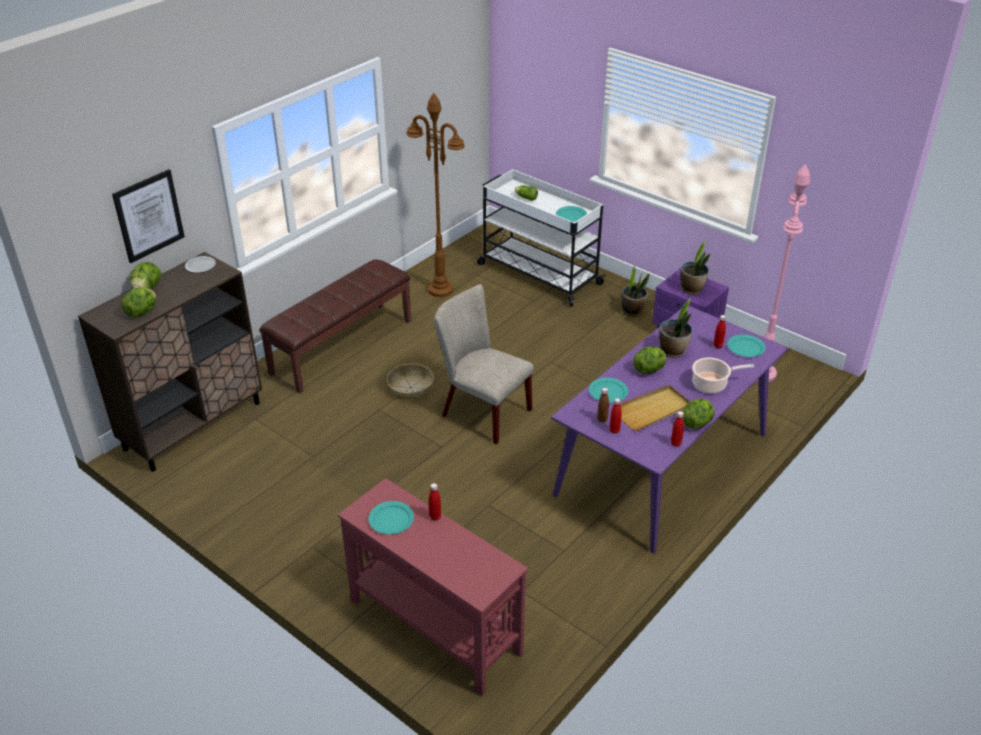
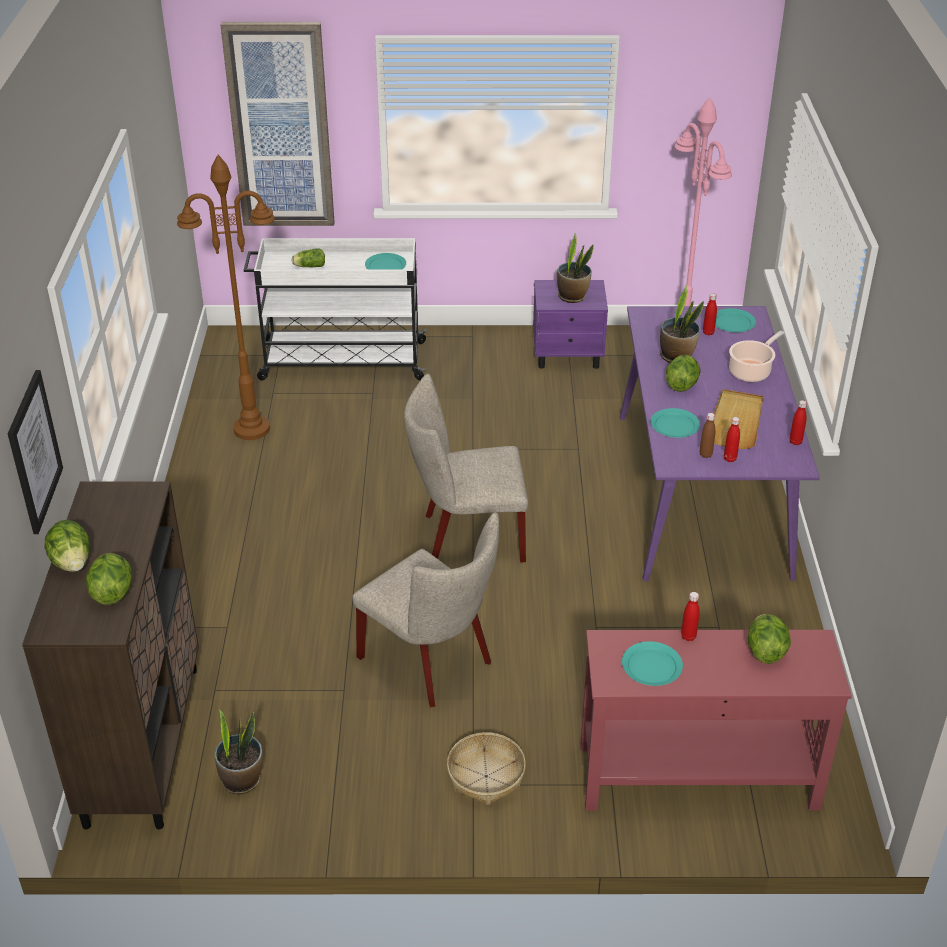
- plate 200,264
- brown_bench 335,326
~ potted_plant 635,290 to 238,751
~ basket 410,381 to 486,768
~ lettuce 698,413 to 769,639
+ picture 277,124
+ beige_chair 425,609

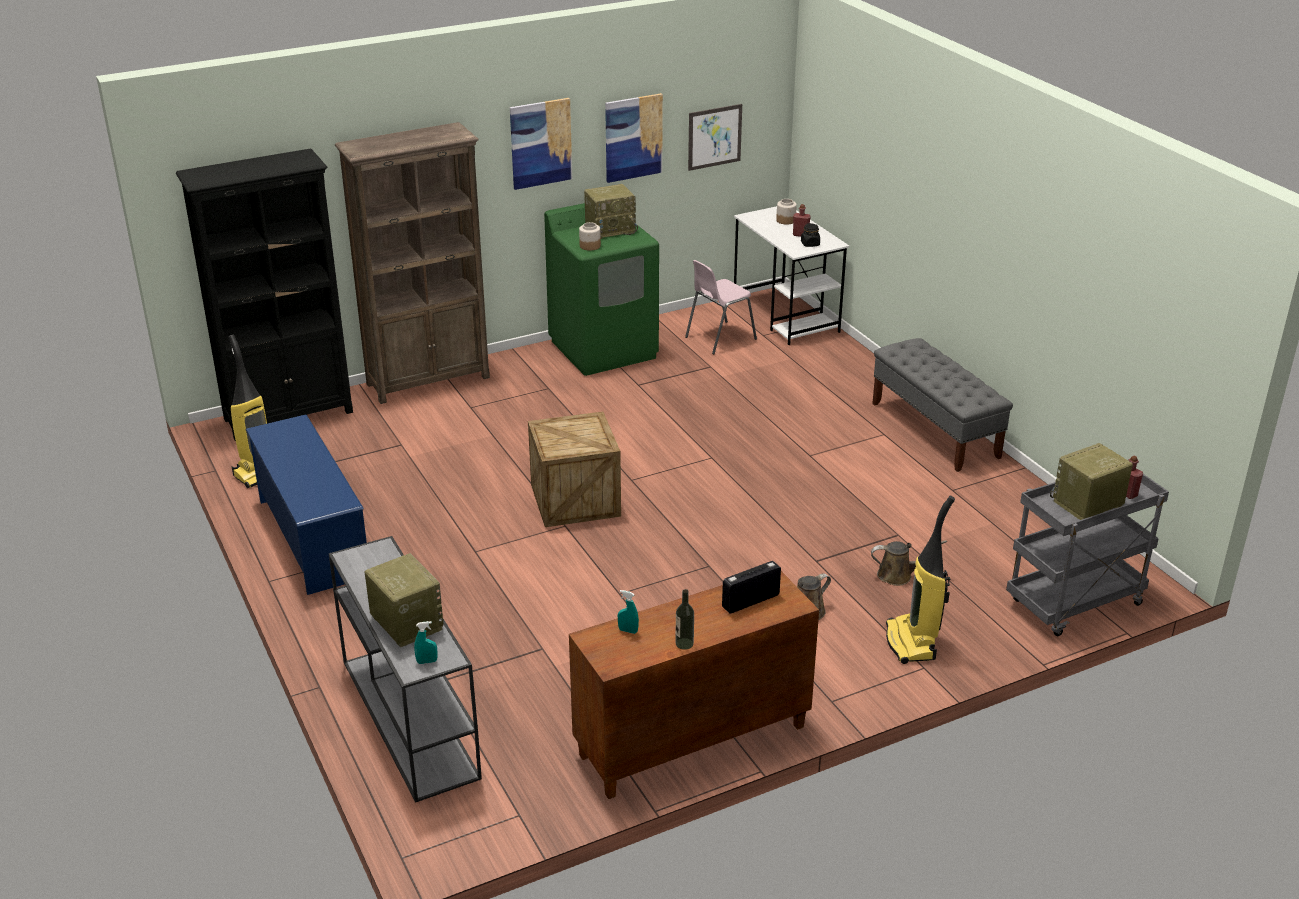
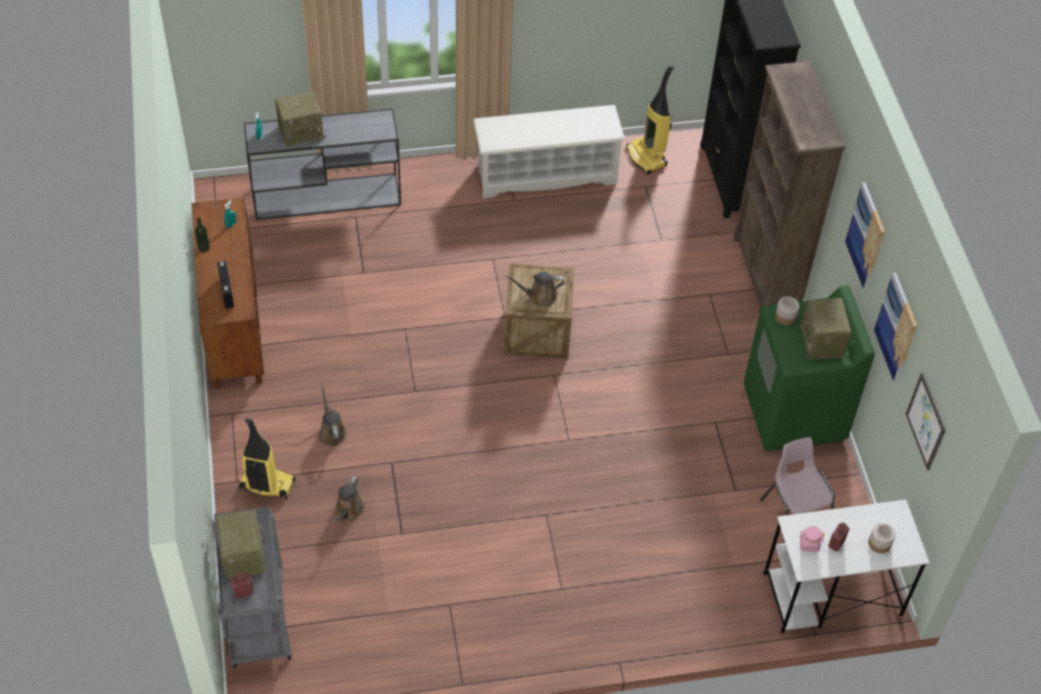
~ black_jar 810,235 to pink_jar 811,539
- grey_bench 942,405
~ blue_shoe_rack 306,505 to white_shoe_rack 549,152
+ brown_watering_can 535,289

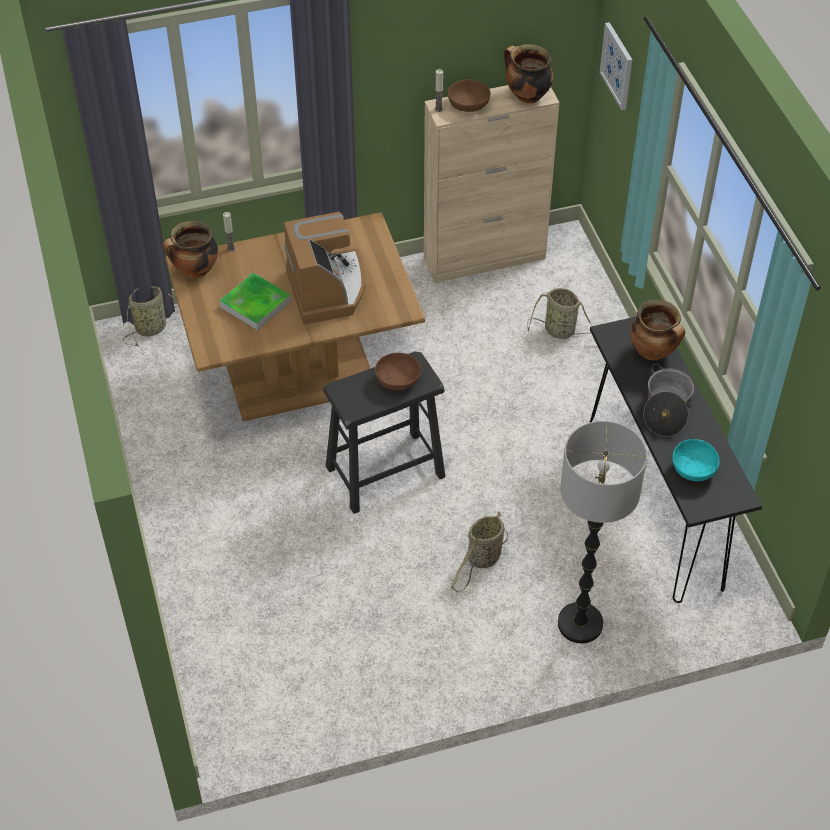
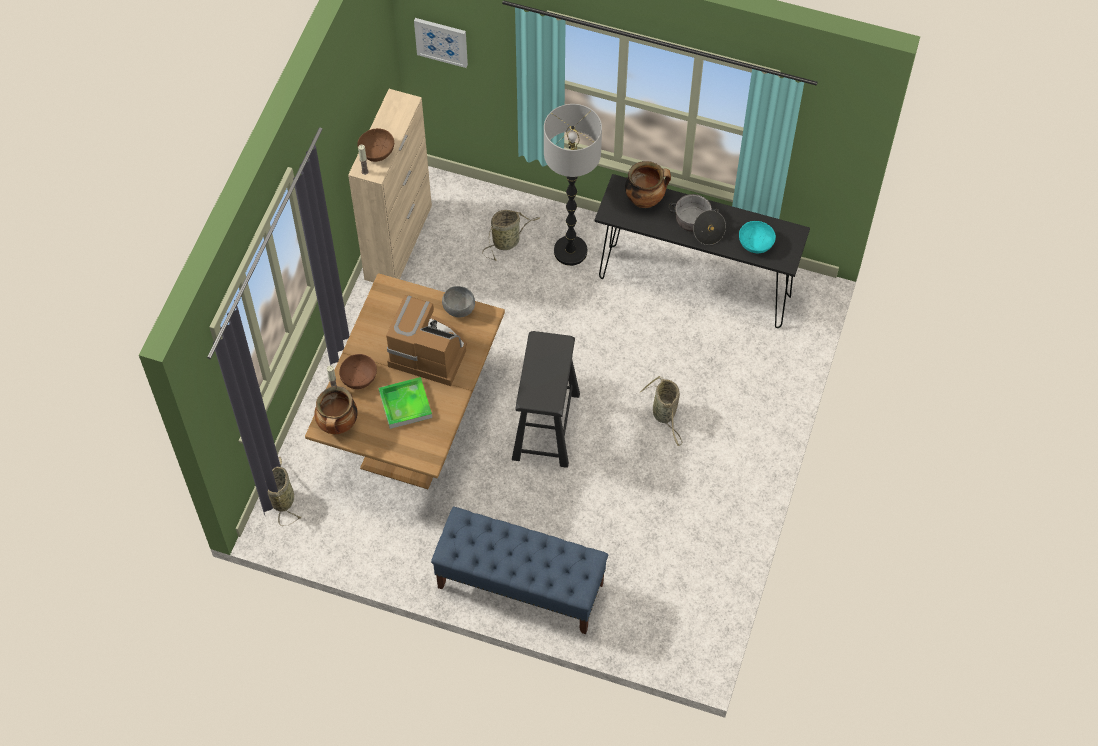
- cooking_pot 529,74
~ brown_bowl 398,372 to 358,371
~ floor_lamp 602,532 to 573,185
+ grey_bowl 458,301
+ blue_bench 519,570

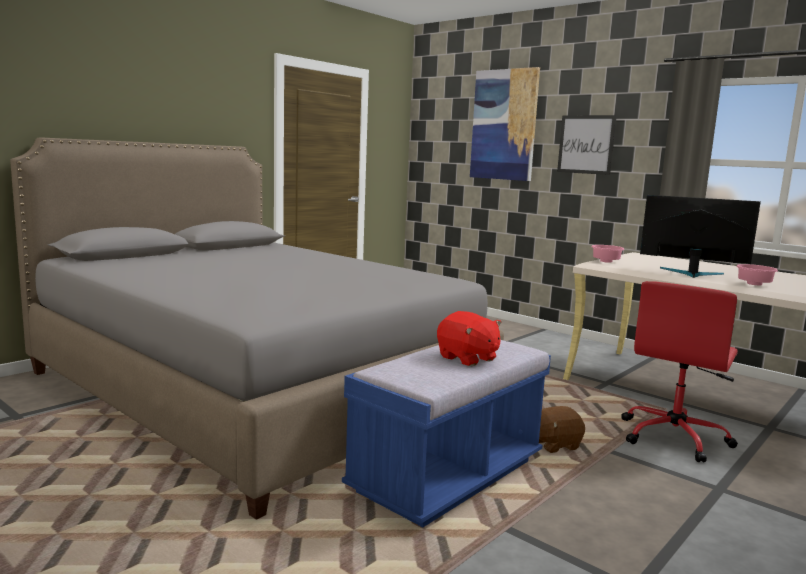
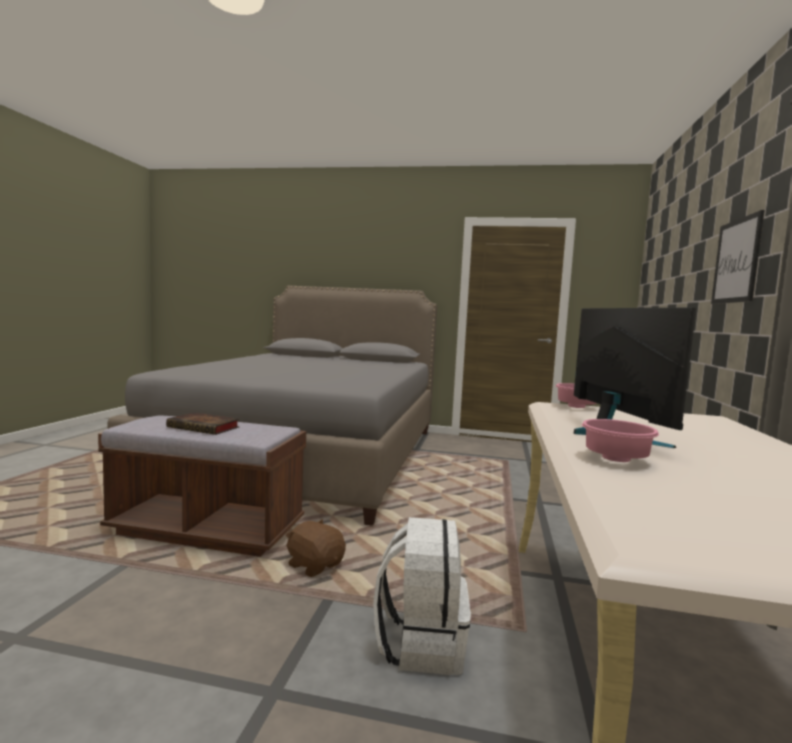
- picture 505,124
~ red_office_chair 679,371 to white_backpack 422,596
~ red_plush_toy 469,338 to book 203,423
~ blue_bench 446,433 to brown_bench 202,486

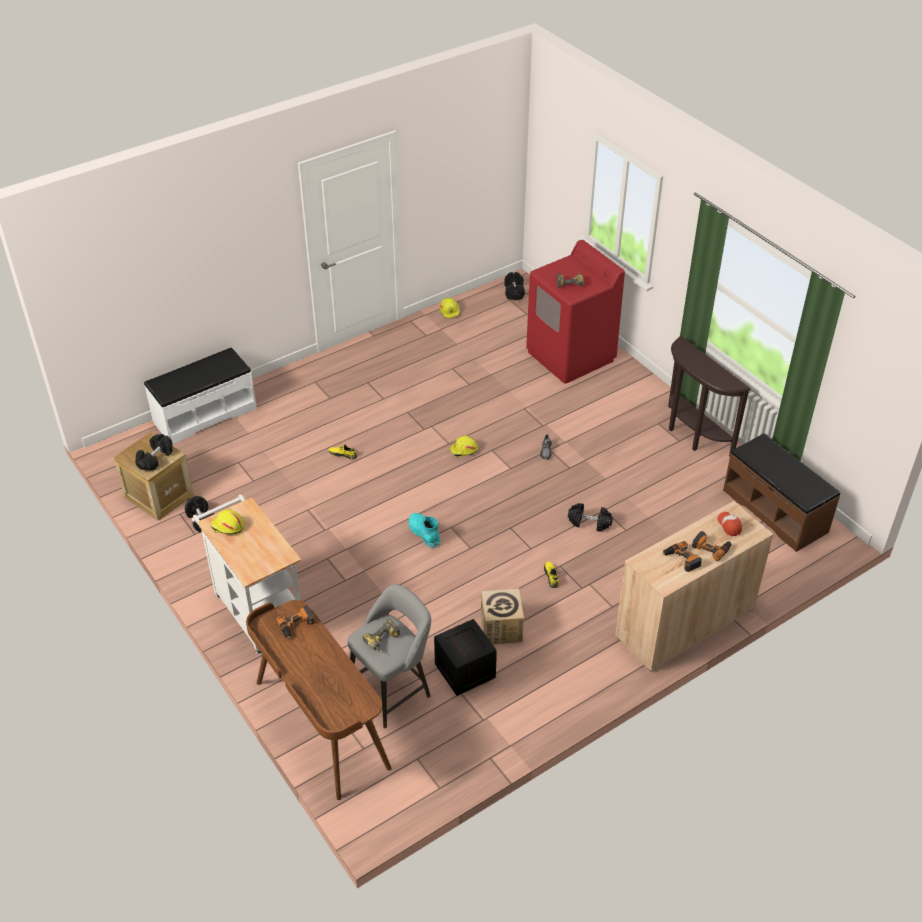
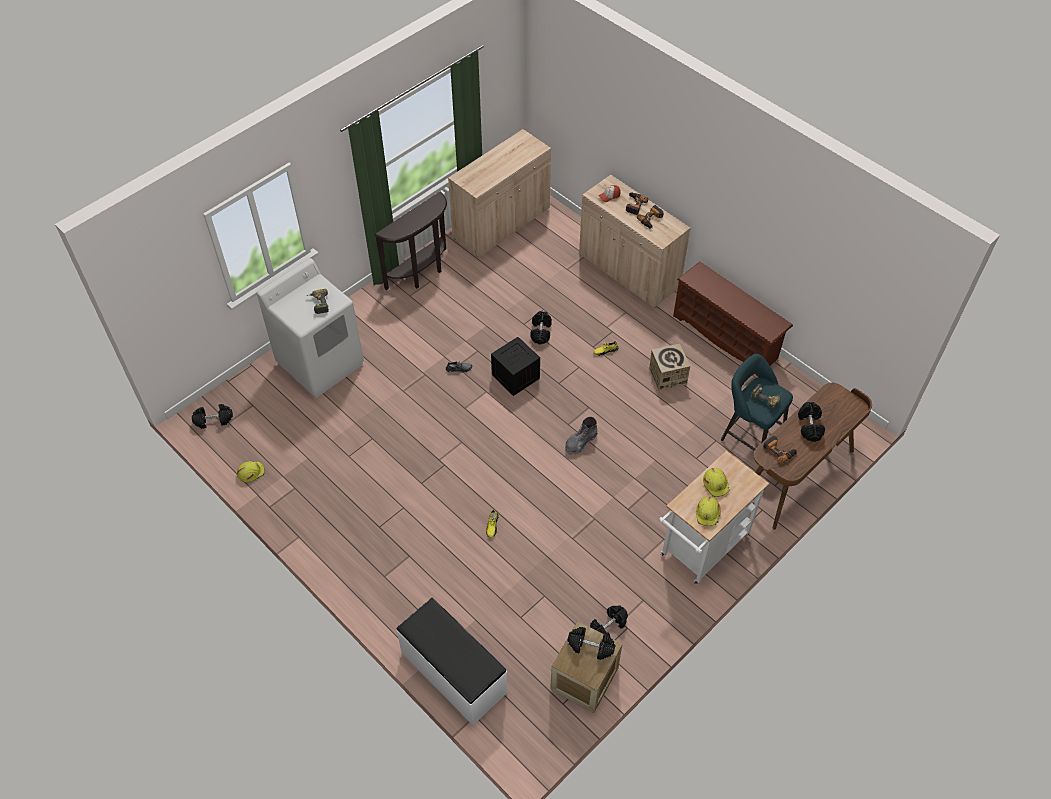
~ red_washing_machine 575,312 to white_washing_machine 310,328
~ brown_bench 781,492 to beige_cabinet 499,193
~ yellow_hard_hat 464,447 to 716,482
~ turquoise_boot 424,530 to grey_boot 581,436
~ grey_stool 389,656 to turquoise_stool 757,402
~ crate 465,657 to 515,366
+ brown_shoe_rack 733,319
+ black_dumbbell 811,422

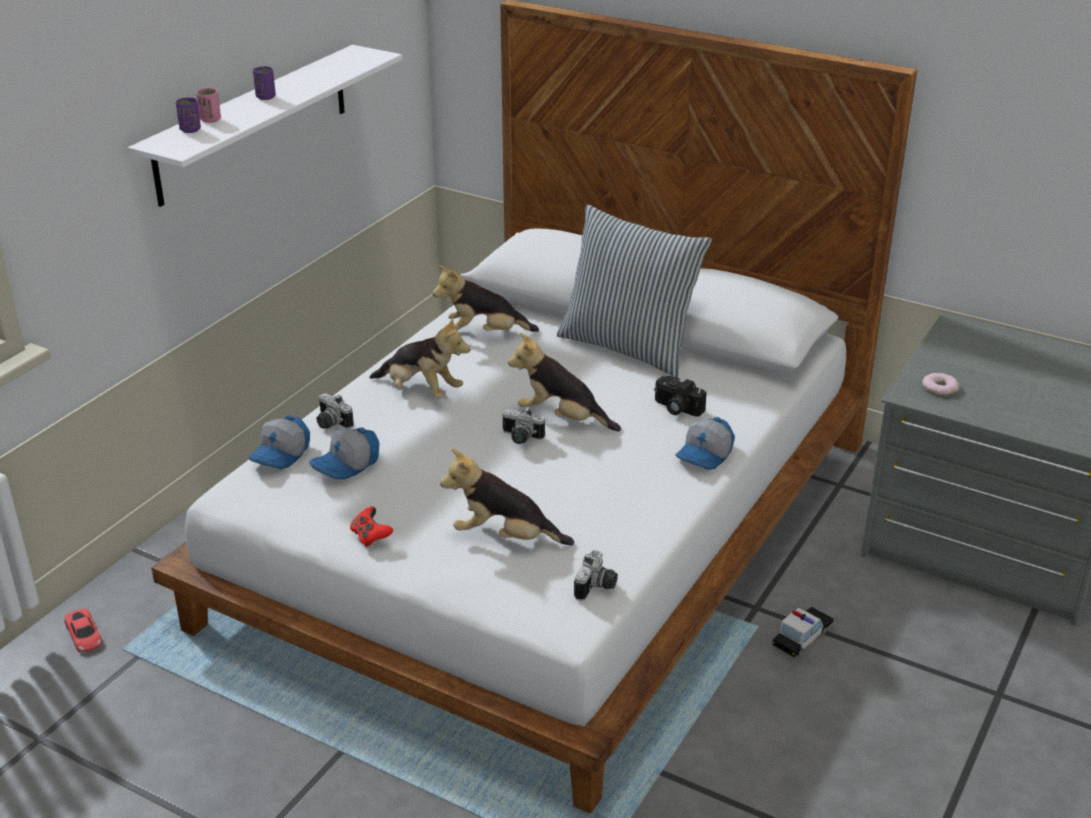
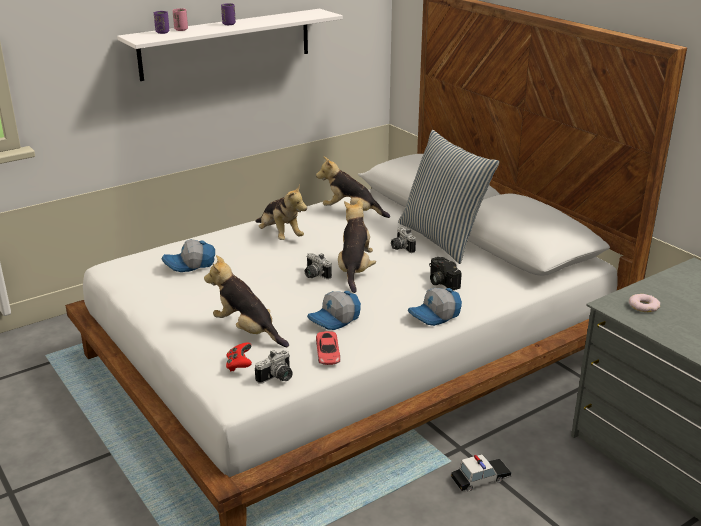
~ plush_toy 564,382 = 357,245 45 degrees clockwise
~ photo_camera 335,411 to 403,240
~ cap 279,442 to 334,310
~ red_game_controller 371,527 to 239,357
~ red_toy_car 83,630 to 328,348

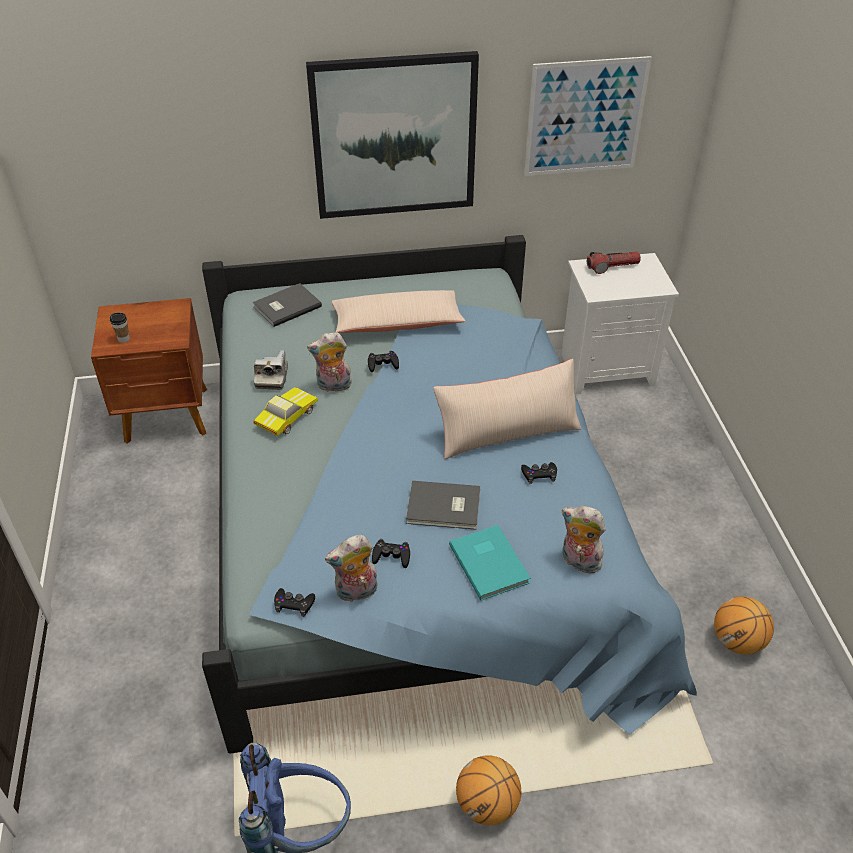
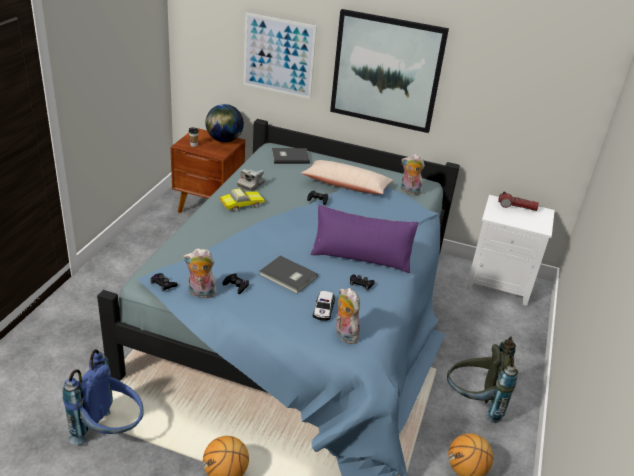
~ picture 588,116 to 280,56
~ plush_toy 329,362 to 413,174
~ beige_pillow 507,409 to purple_pillow 364,239
- turquoise_book 490,563
+ globe 225,123
+ toy_car 324,306
+ grey_backpack 482,380

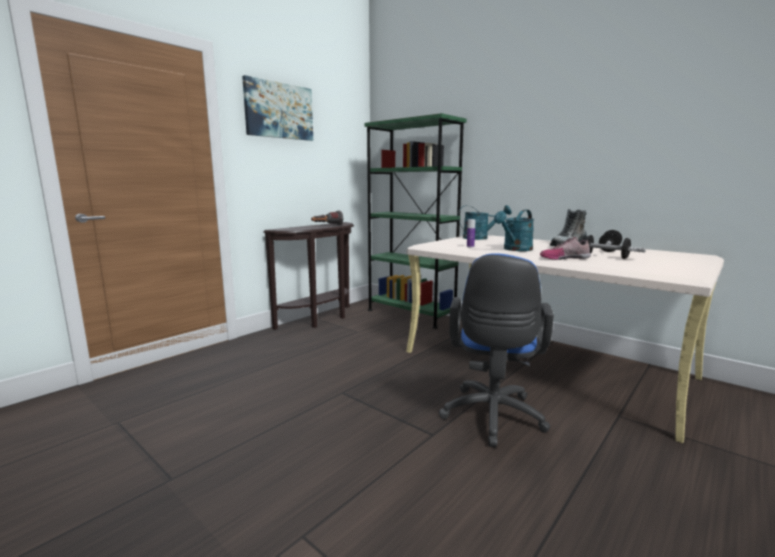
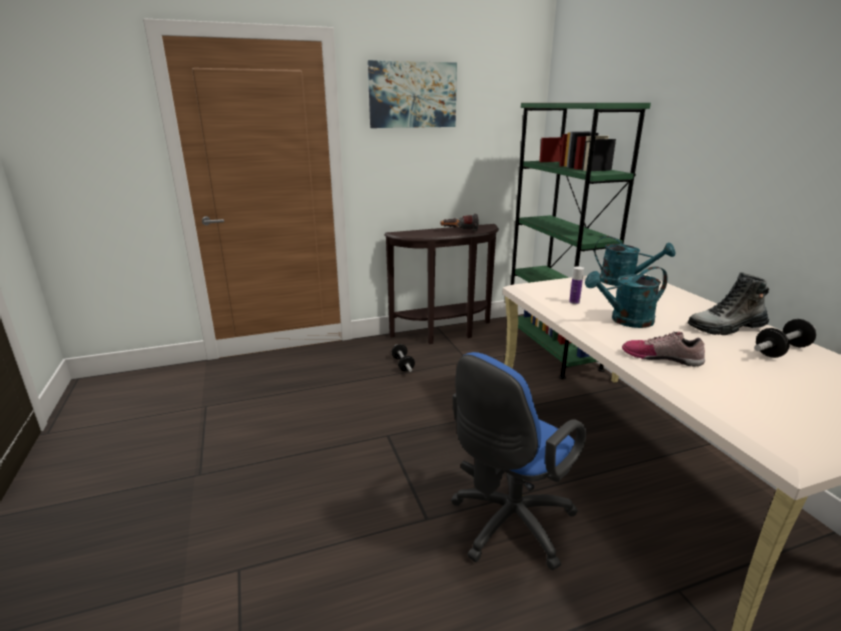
~ dumbbell 615,247 to 403,358

